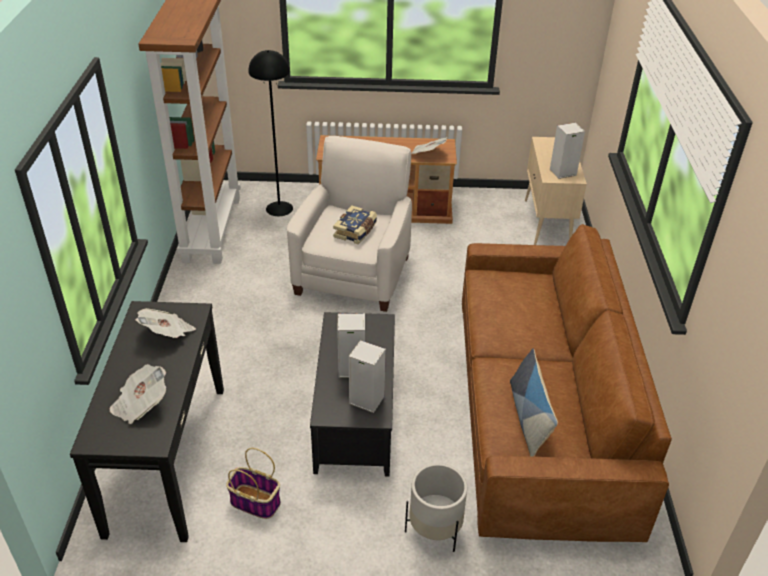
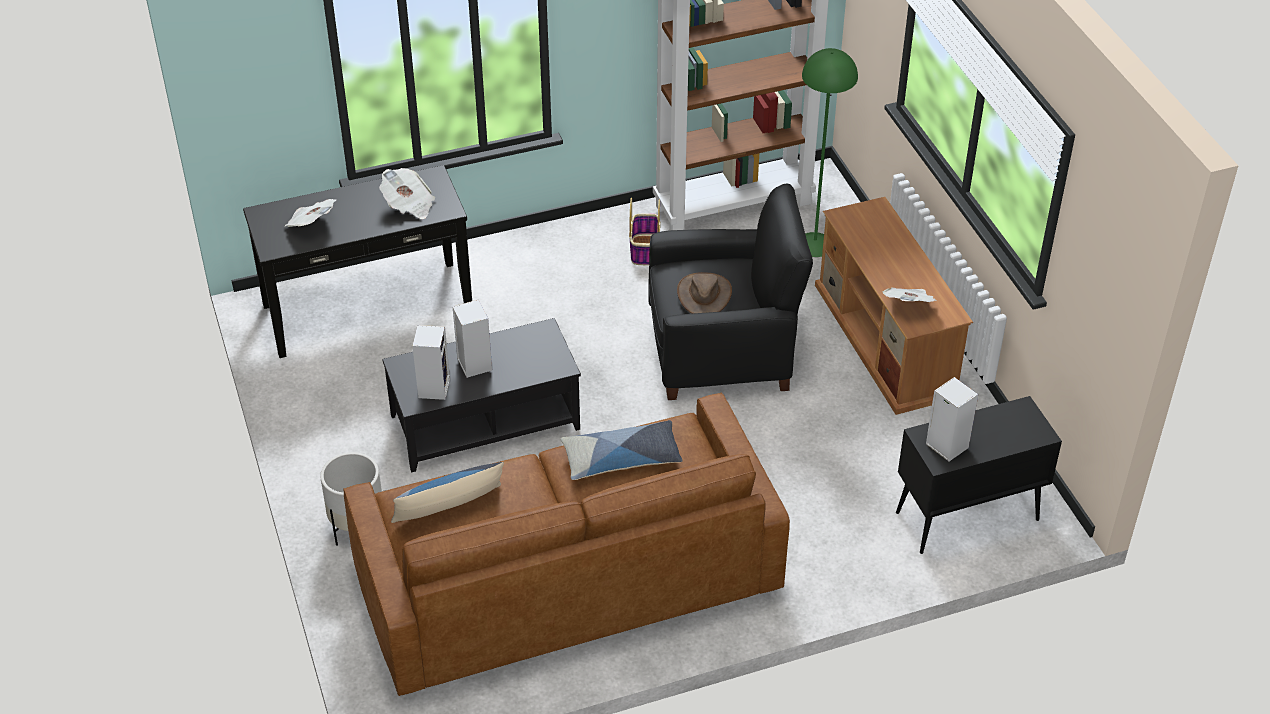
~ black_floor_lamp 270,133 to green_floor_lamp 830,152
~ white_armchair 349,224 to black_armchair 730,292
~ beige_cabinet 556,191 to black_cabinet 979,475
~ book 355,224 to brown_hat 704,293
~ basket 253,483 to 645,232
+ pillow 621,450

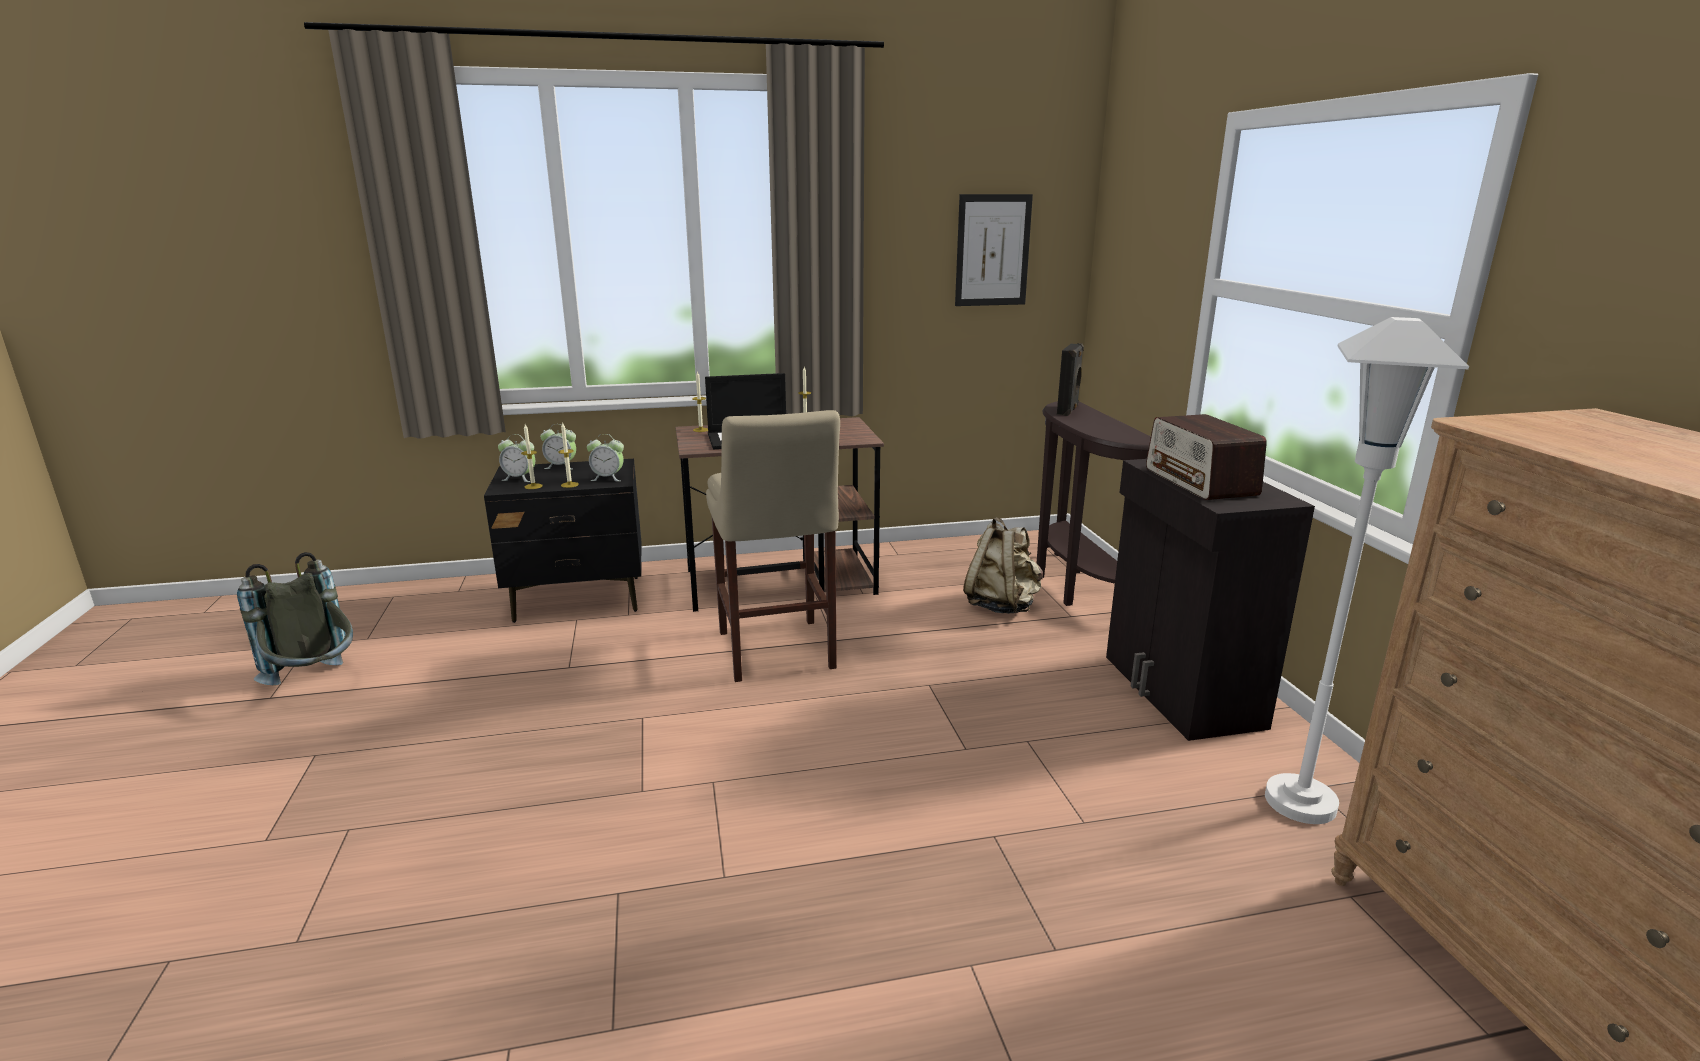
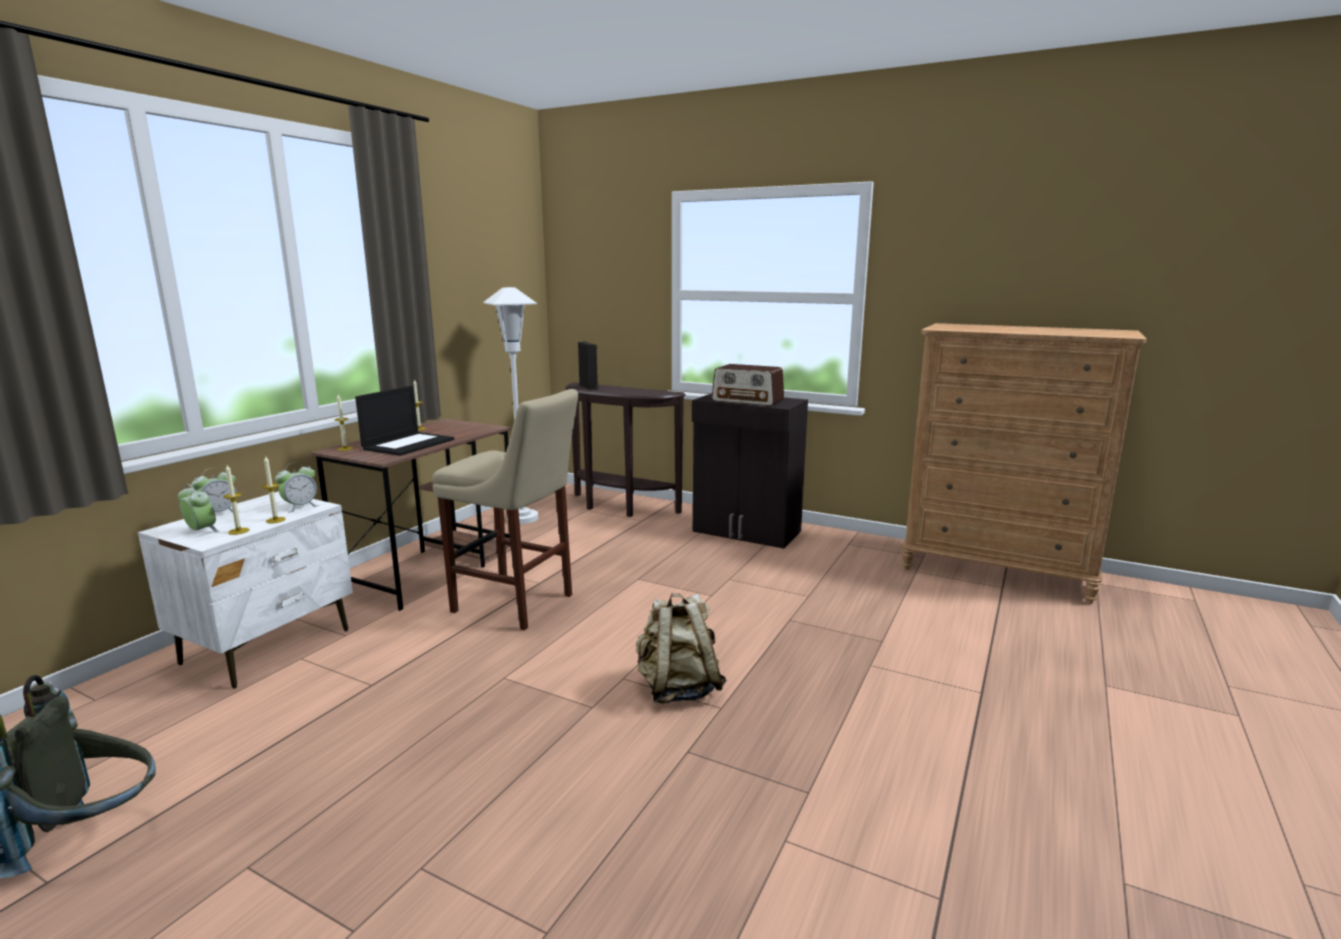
- picture 994,250
~ white_floor_lamp 1367,570 to 510,405
~ alarm_clock 516,458 = 198,508 105 degrees counterclockwise
~ black_nightstand 562,541 to white_nightstand 245,590
~ beige_backpack 1003,565 to 681,648

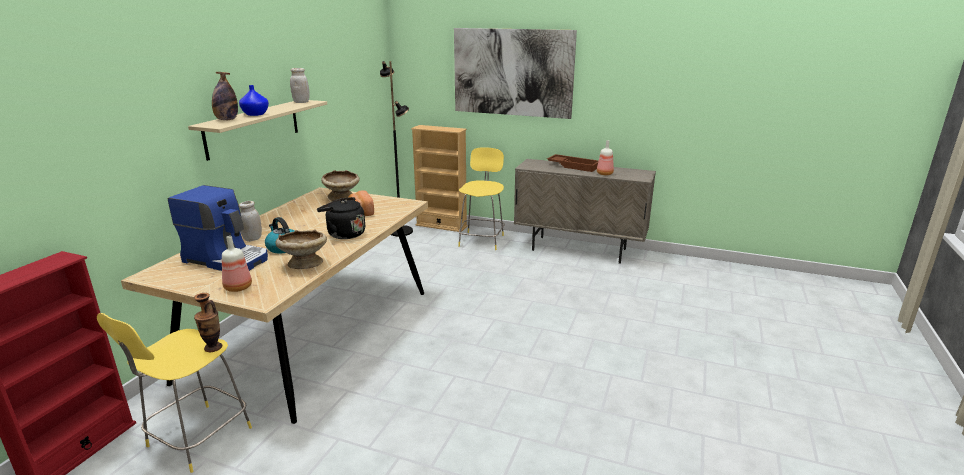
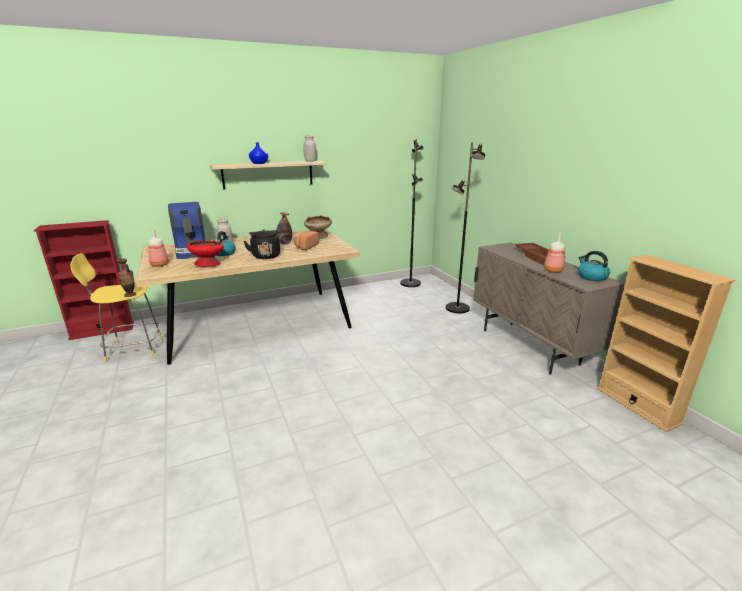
- picture 515,73
~ bottle 225,96 to 284,228
~ beige_bookcase 439,178 to 666,343
~ yellow_stool 481,198 to black_floor_lamp 465,227
~ beige_bowl 301,249 to red_bowl 205,253
+ kettle 594,266

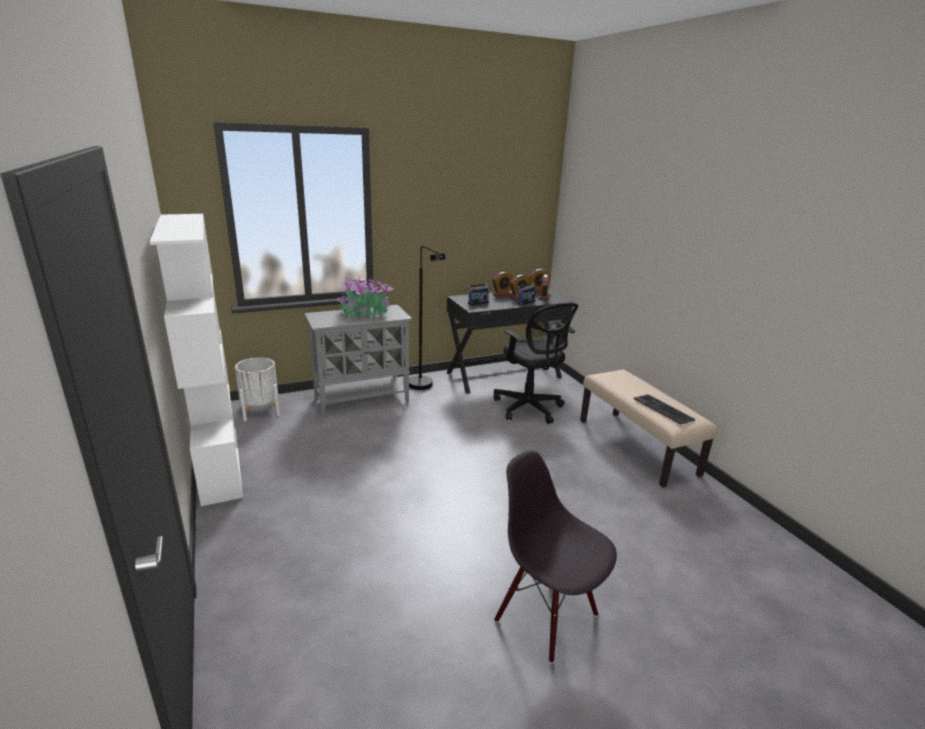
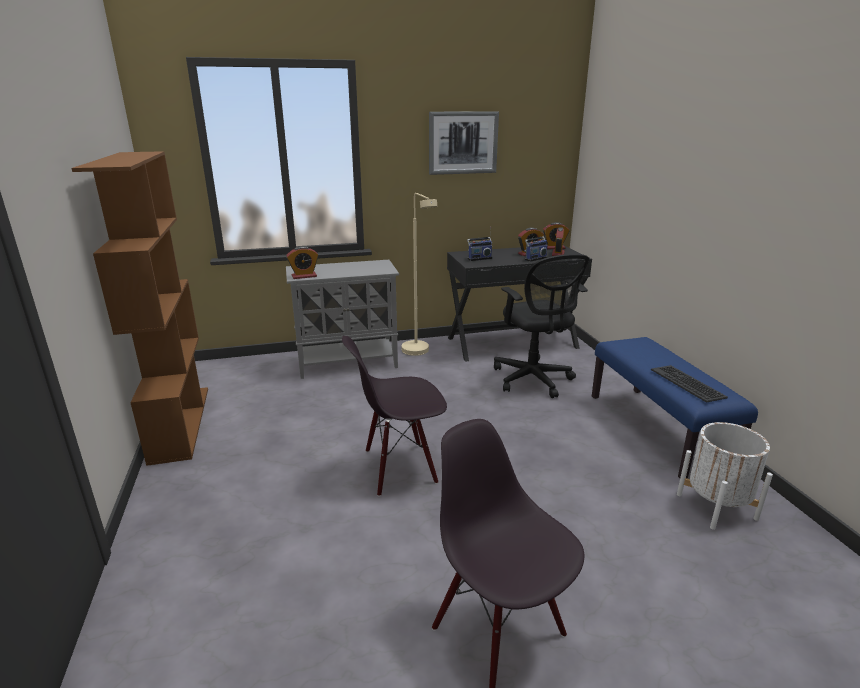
~ white_bookcase 196,360 to brown_bookcase 139,308
~ black_floor_lamp 427,318 to beige_floor_lamp 419,274
~ alarm_clock 503,284 to 302,262
- potted_plant 366,296
~ white_planter 257,389 to 725,476
~ beige_bench 649,428 to blue_bench 675,408
+ picture 464,143
+ black_chair 394,416

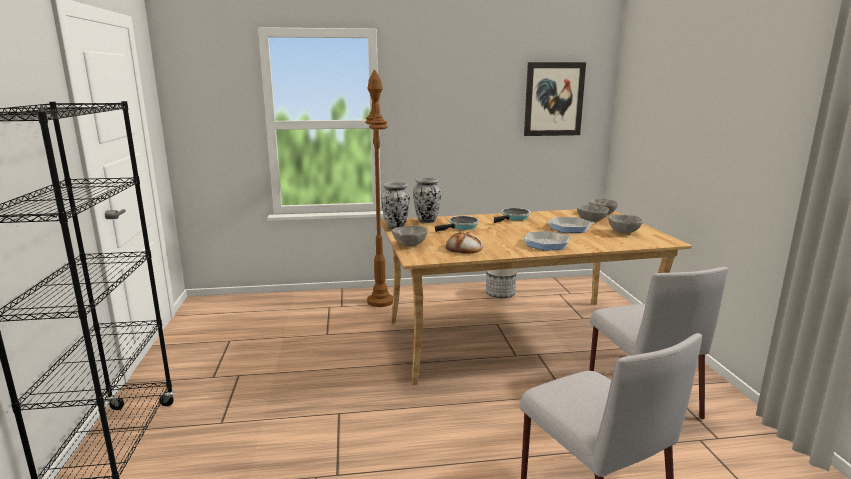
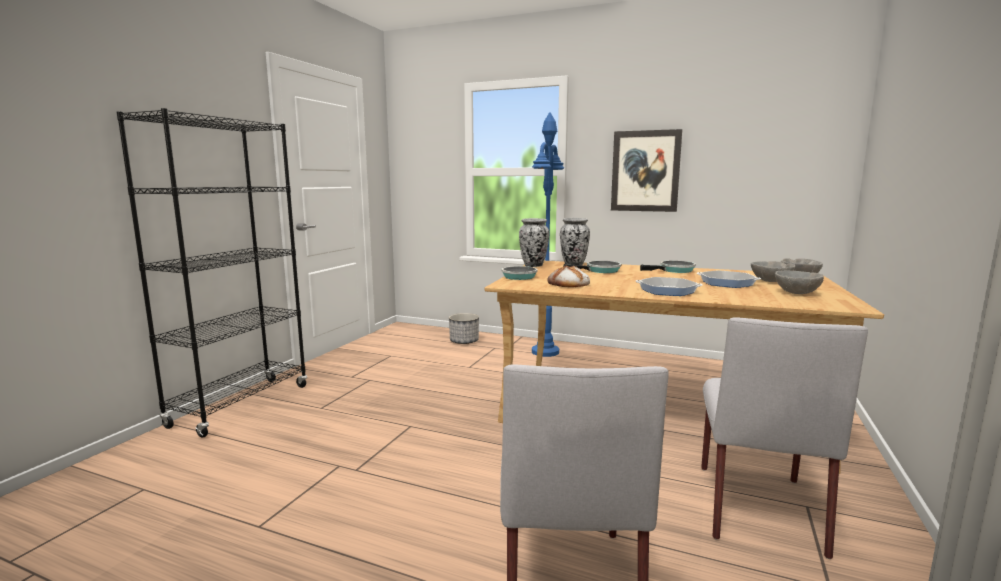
~ picture 555,99 to 647,170
~ brown_floor_lamp 379,188 to blue_floor_lamp 548,234
~ grey_bowl 410,236 to frying_pan 520,271
~ planter 501,283 to 464,328

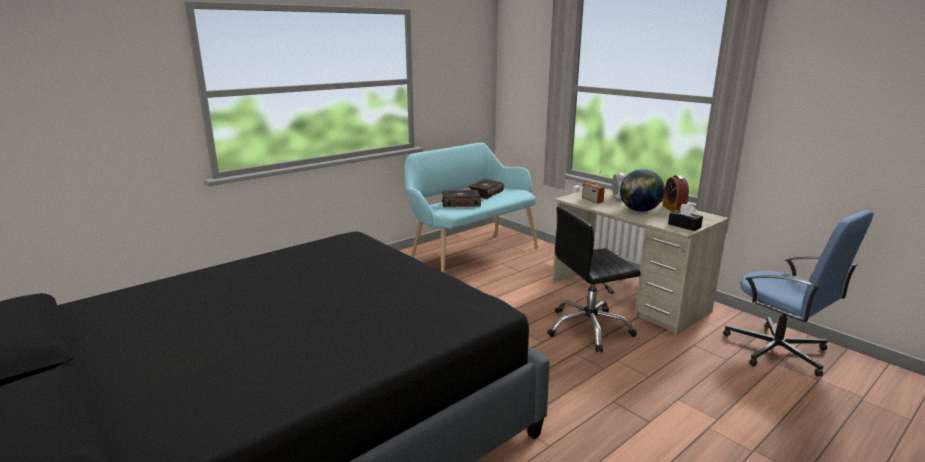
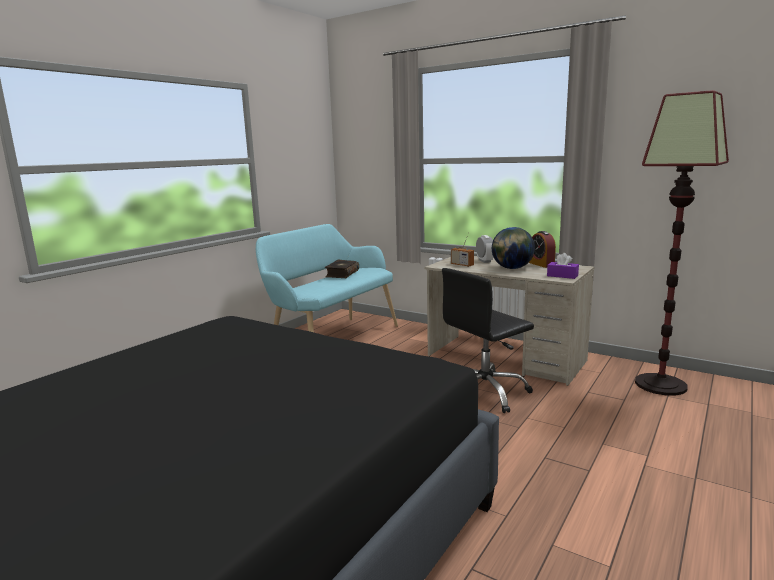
- book 461,198
~ black_tissue_box 685,217 to purple_tissue_box 563,266
~ blue_office_chair 798,293 to floor_lamp 682,243

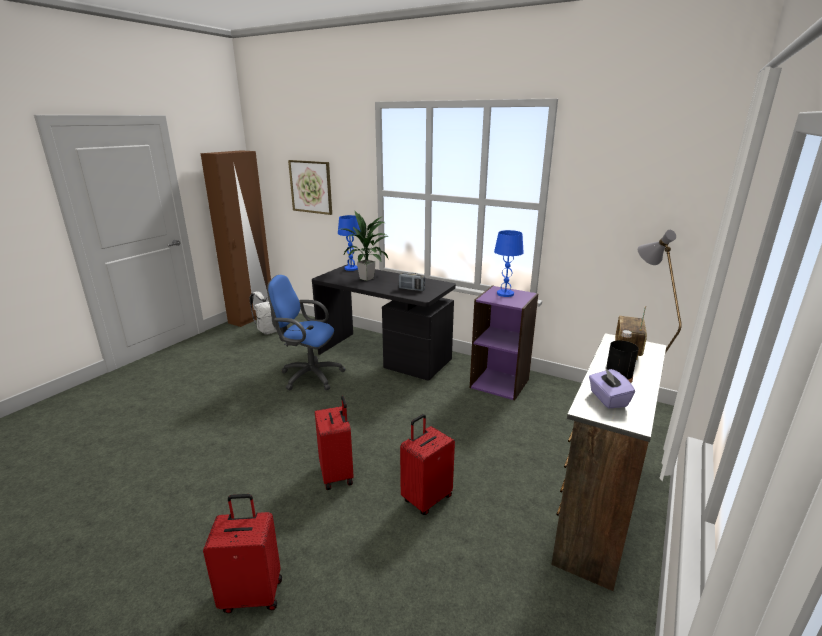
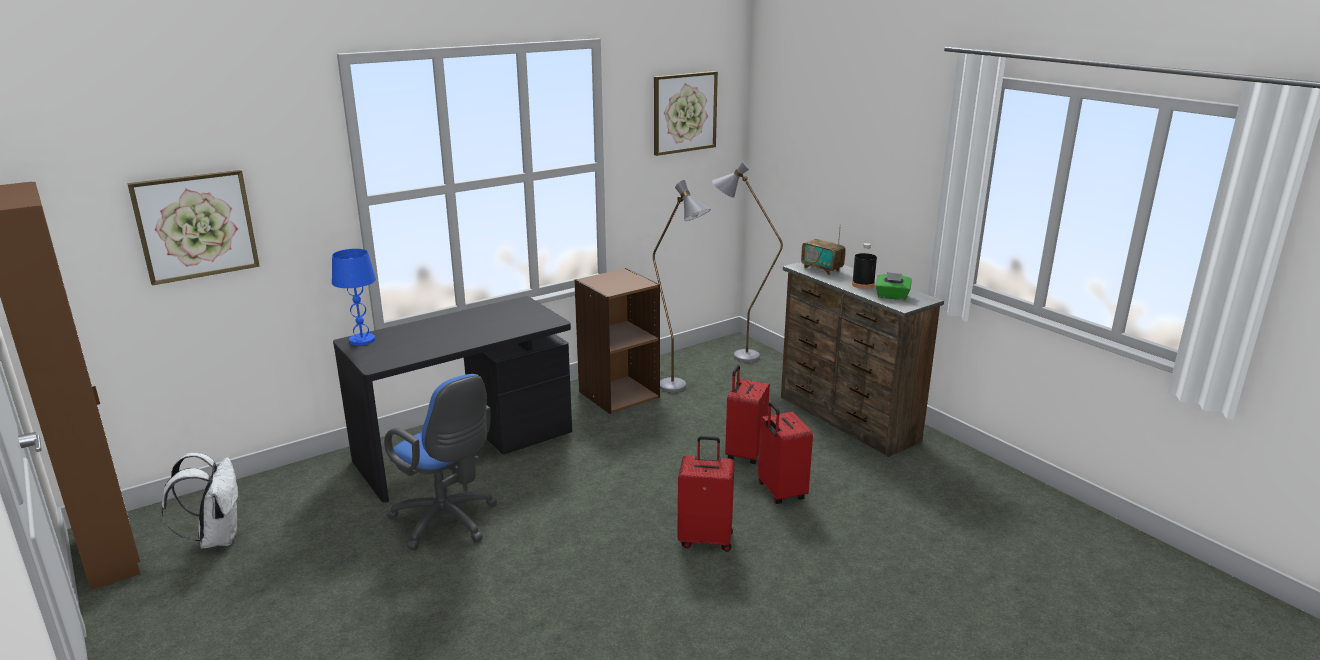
- potted_plant 365,246
- blue_table_lamp 509,263
- radio 412,281
~ blue_office_chair 306,332 = 440,462 90 degrees counterclockwise
~ purple_bookcase 504,343 to brown_bookcase 617,341
~ purple_tissue_box 612,388 to green_tissue_box 894,286
~ red_suitcase 242,553 to 747,414
+ picture 686,113
+ grey_floor_lamp 682,286

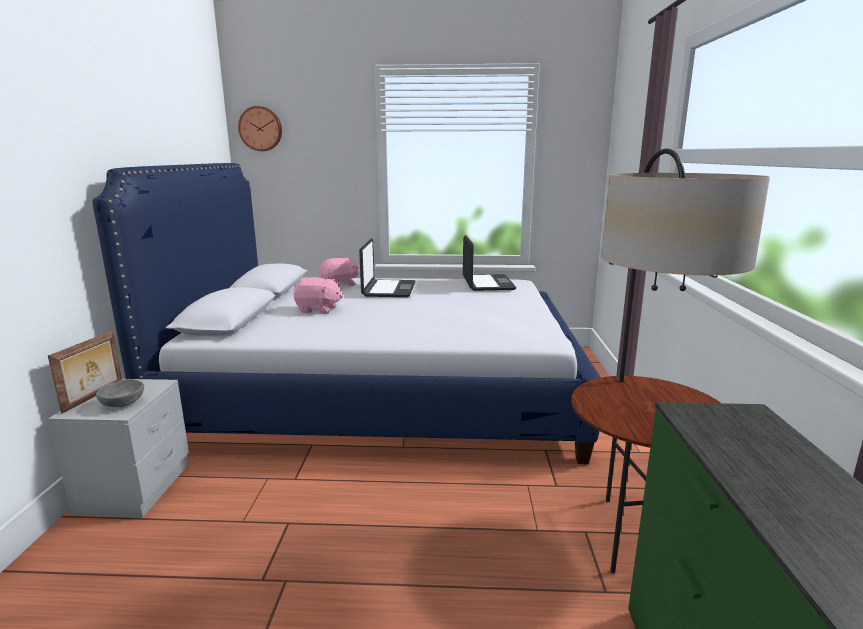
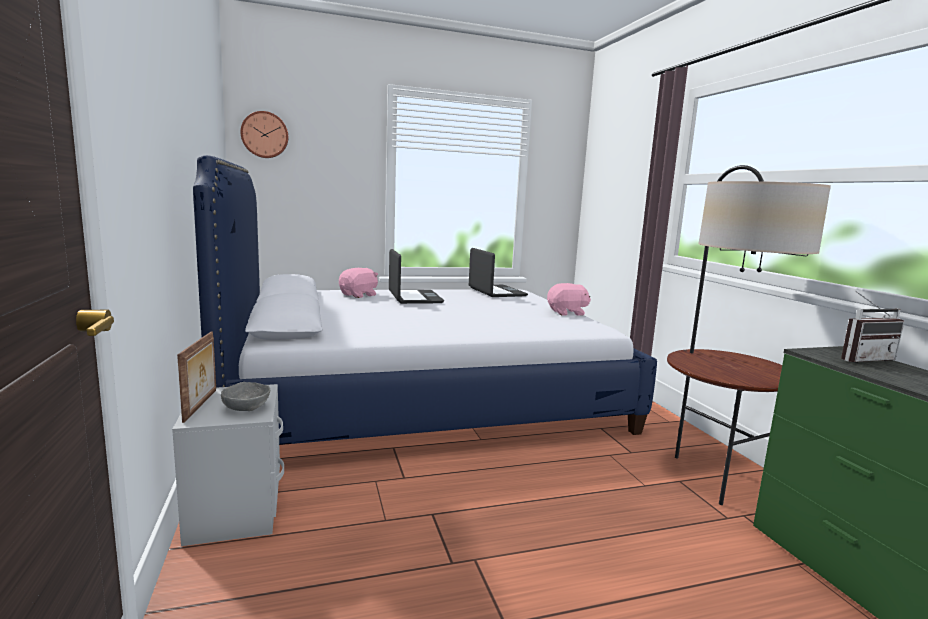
~ pink_plush_toy 318,295 to 569,299
+ radio 872,327

